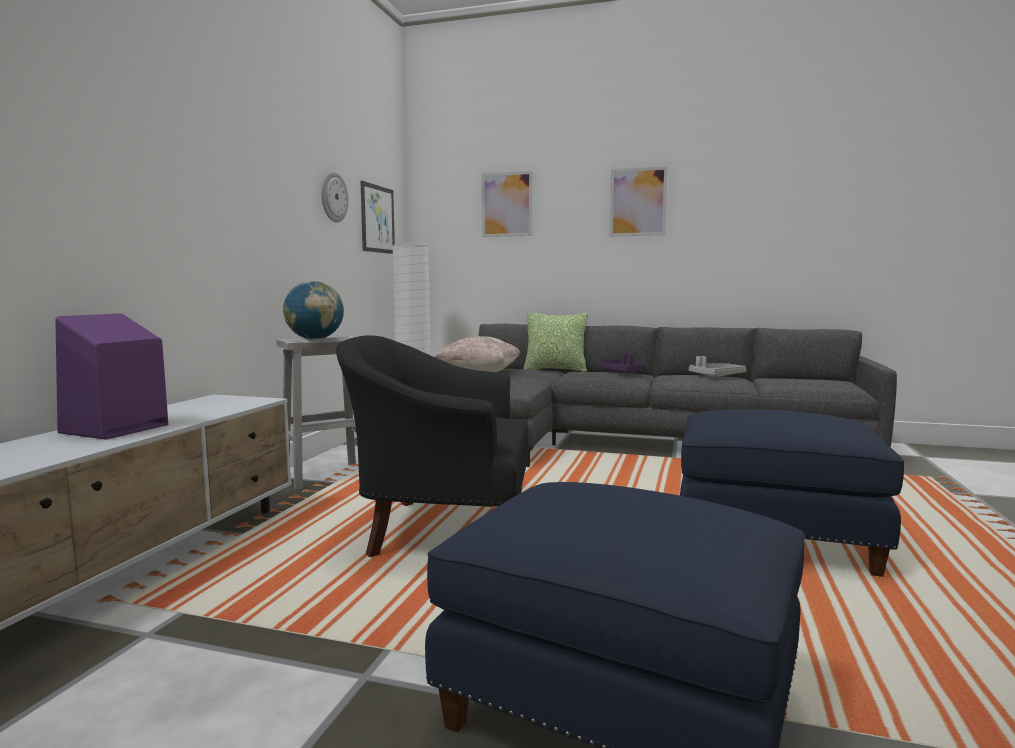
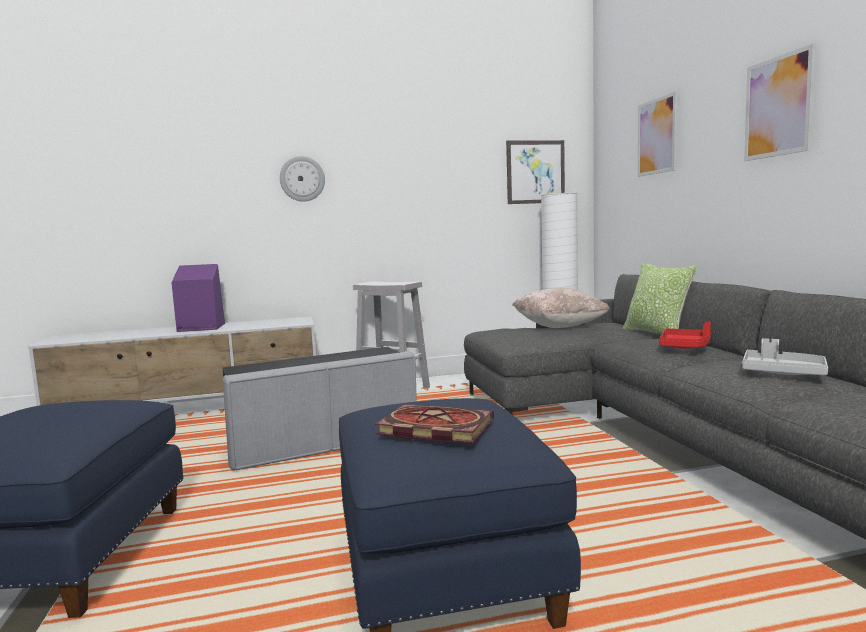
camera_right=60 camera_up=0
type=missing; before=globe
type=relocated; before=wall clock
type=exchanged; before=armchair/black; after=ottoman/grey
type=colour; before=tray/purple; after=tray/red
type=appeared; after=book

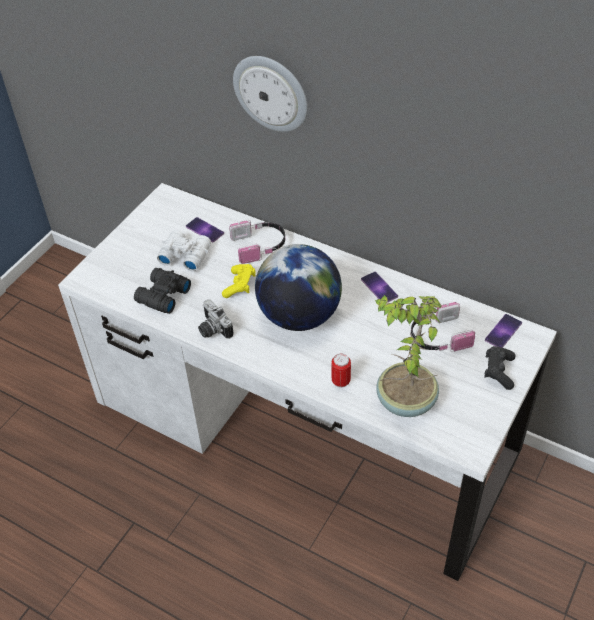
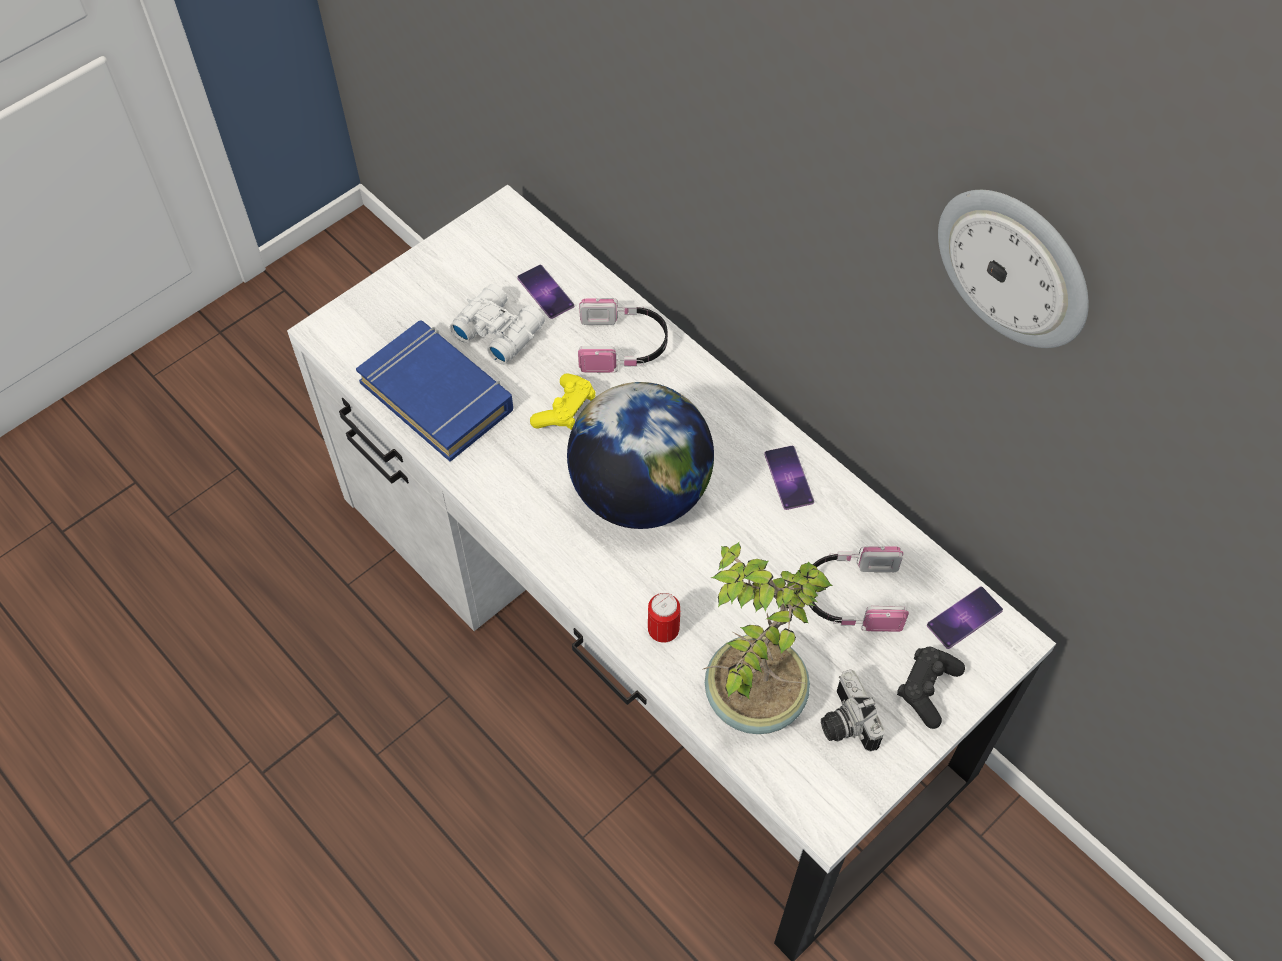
camera_right=15 camera_up=10
type=exchanged; before=binoculars/black; after=book/blue
type=relocated; before=photo camera
type=relocated; before=wall clock

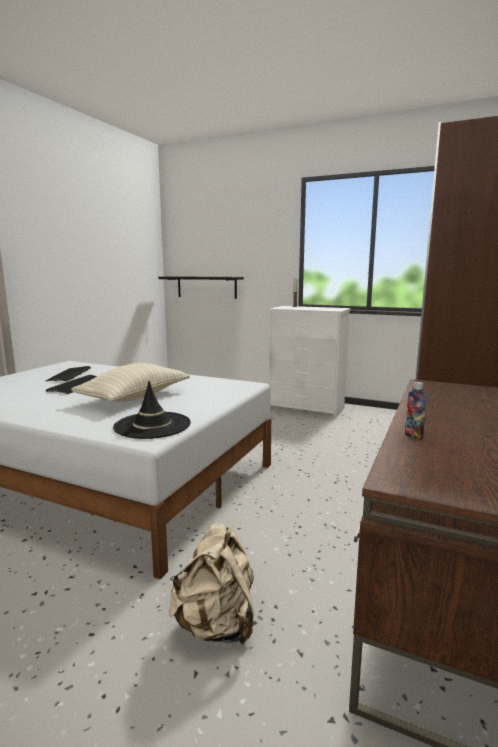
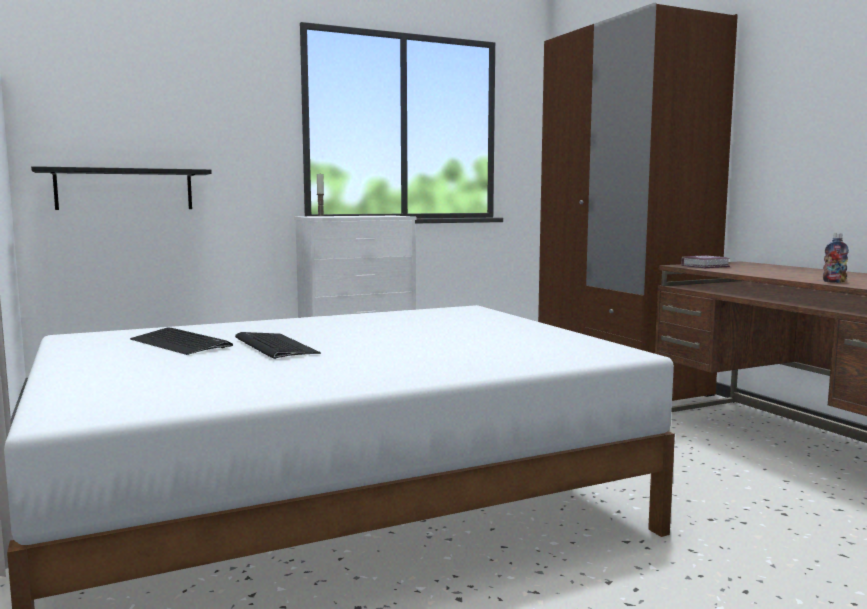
camera_right=-50 camera_up=-5
type=missing; before=pillow/beige
type=missing; before=hat/black
type=missing; before=backpack/beige
type=appeared; after=book

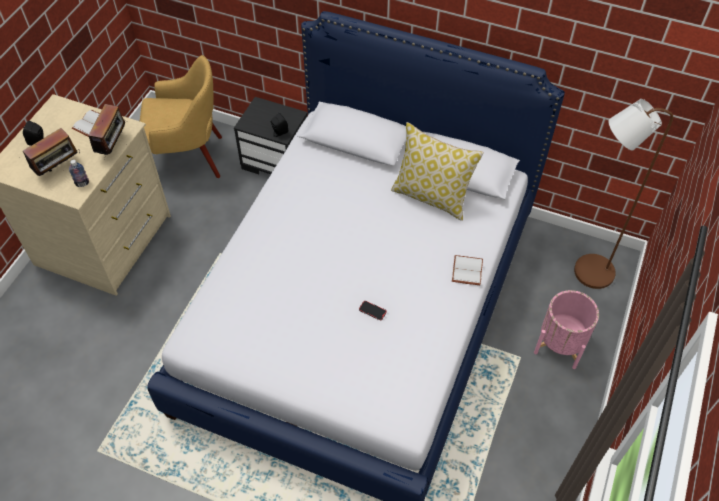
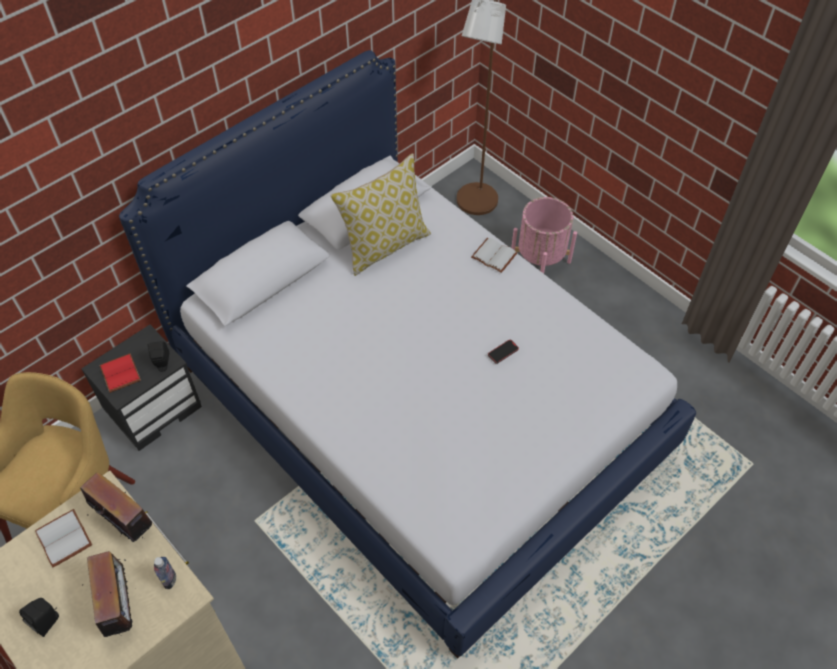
camera_right=-65 camera_up=0
type=appeared; after=book/red

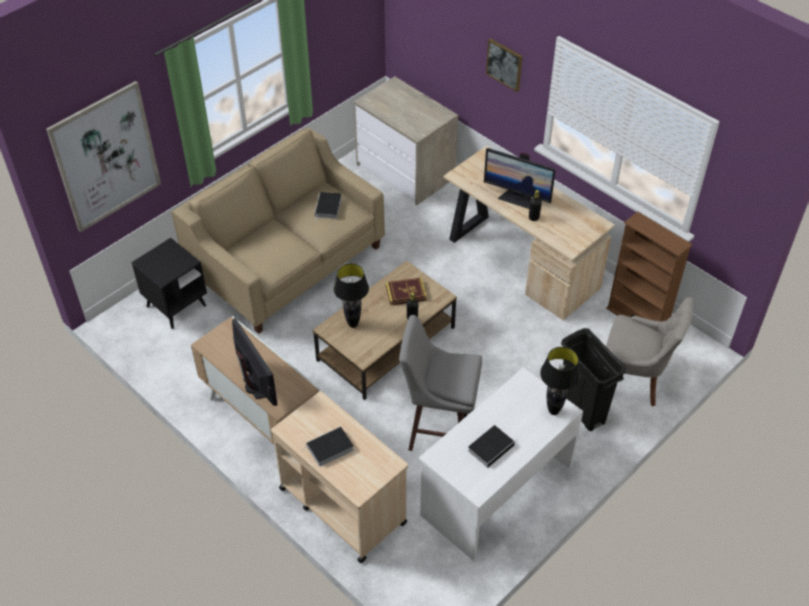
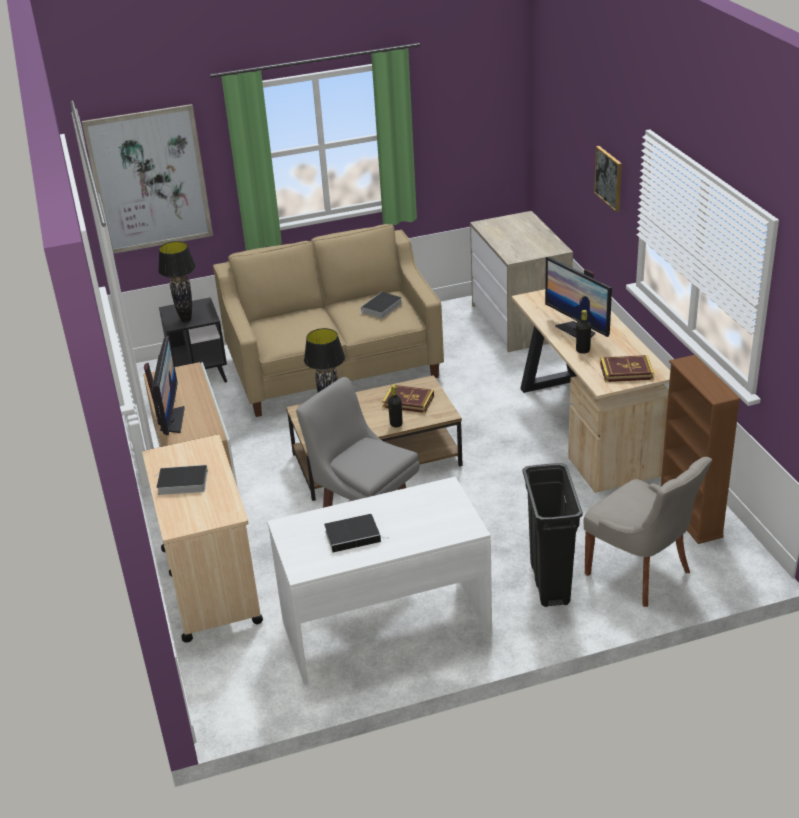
camera_right=30 camera_up=-15
type=relocated; before=table lamp/black (no. 2 from left in the first image); after=table lamp/black (no. 1 from left)
type=appeared; after=book (no. 5 from left)

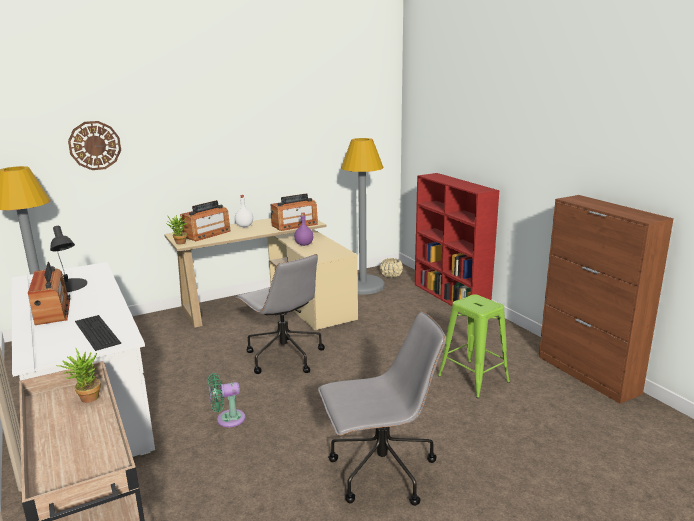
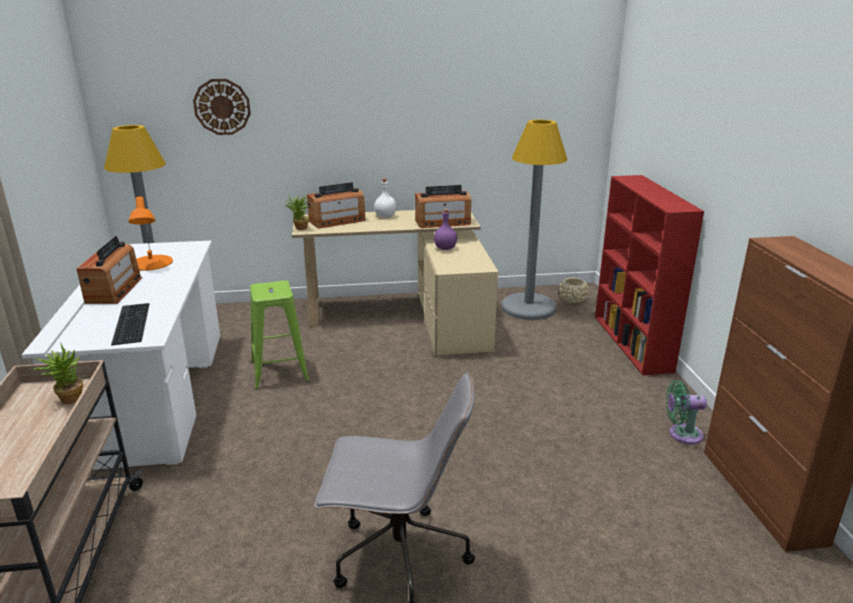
camera_right=20 camera_up=5
type=colour; before=table lamp/black; after=table lamp/orange
type=relocated; before=fan/green
type=missing; before=office chair/grey (no. 1 from left)
type=relocated; before=stool/green

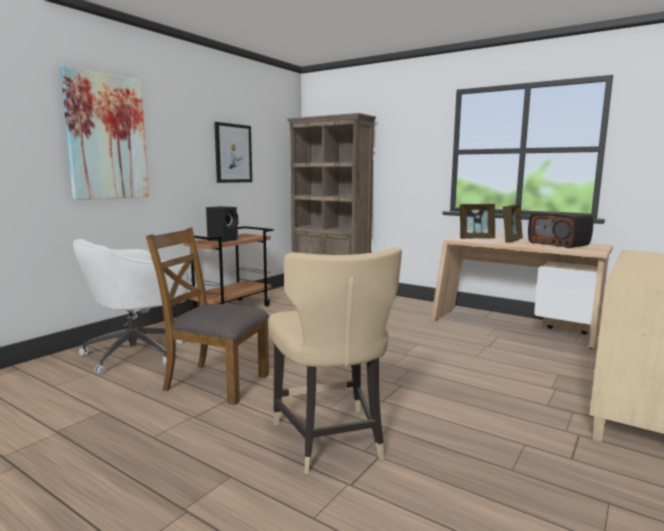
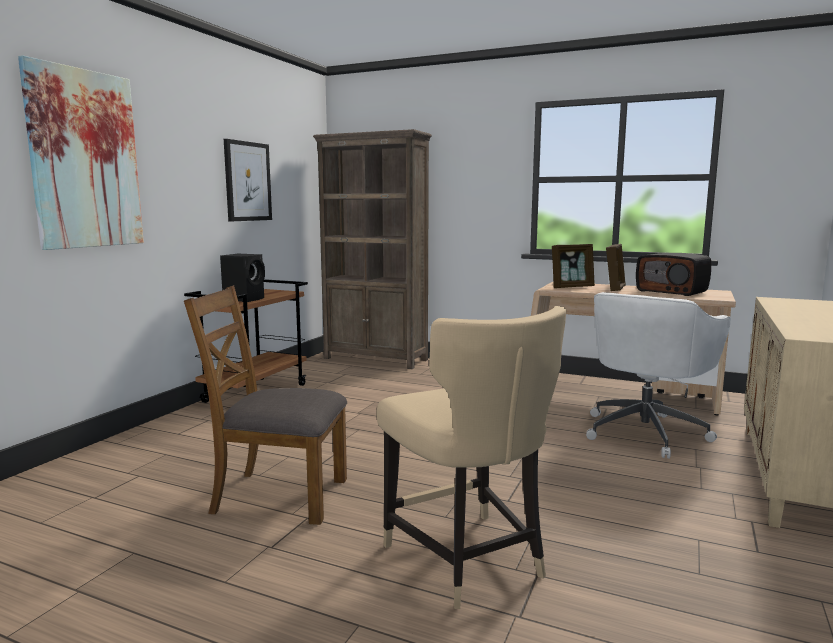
camera_right=-10 camera_up=0
type=relocated; before=office chair/white

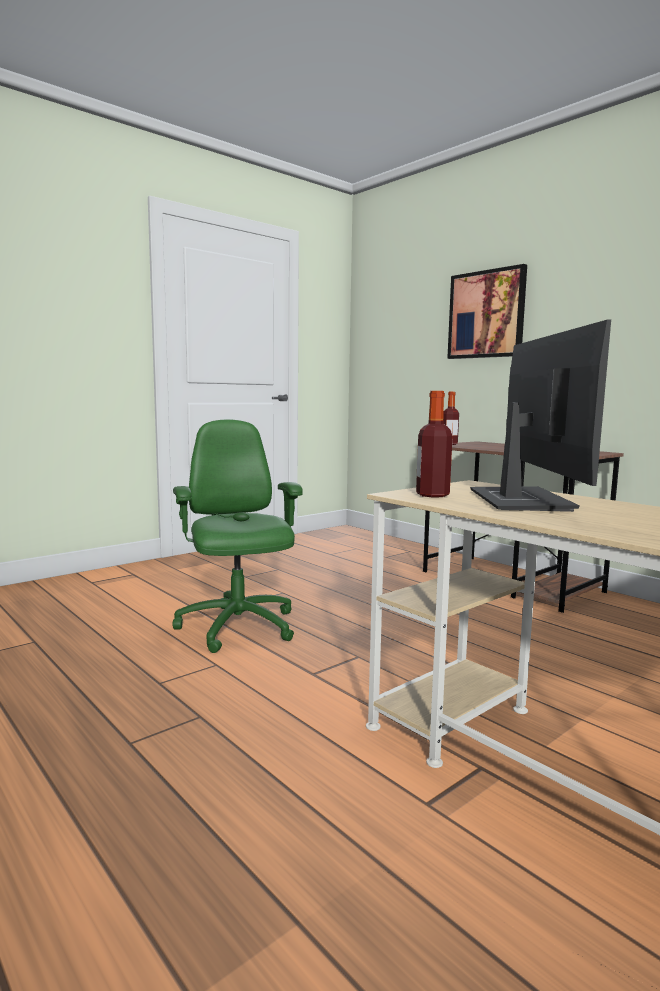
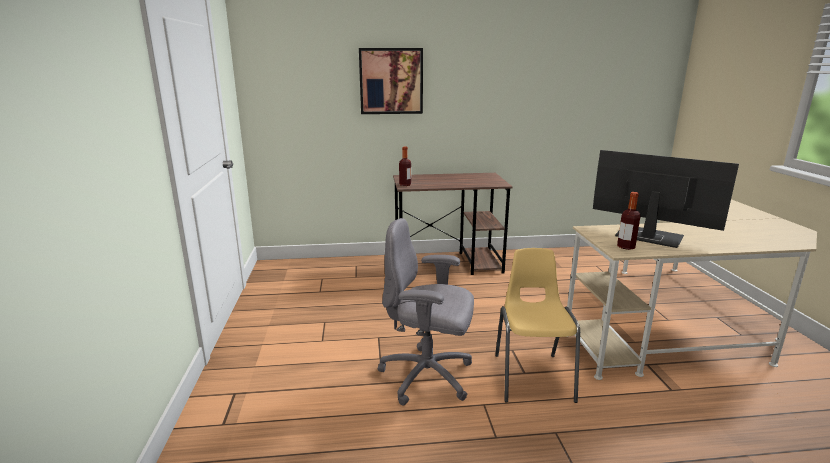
camera_right=-55 camera_up=10
type=colour; before=office chair/green; after=office chair/grey
type=appeared; after=chair/yellow

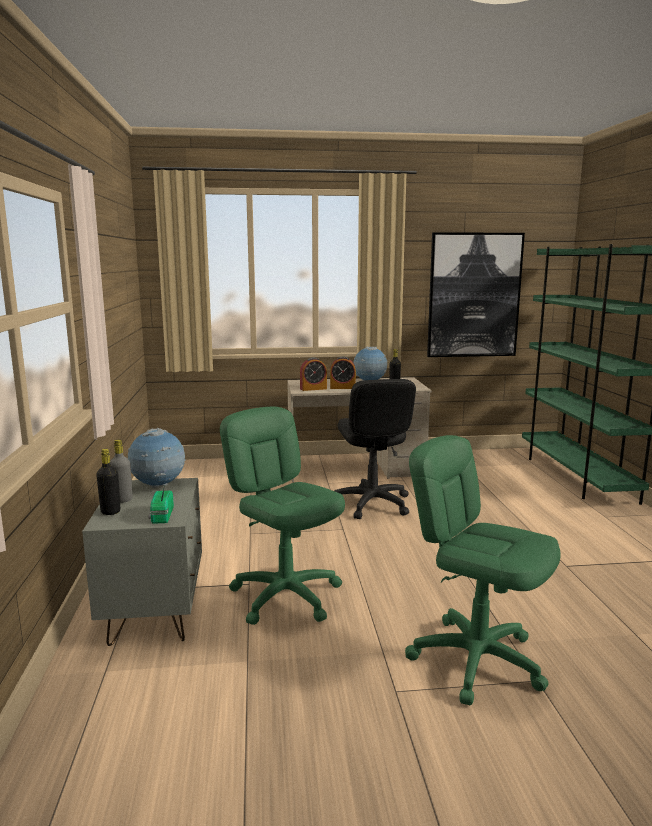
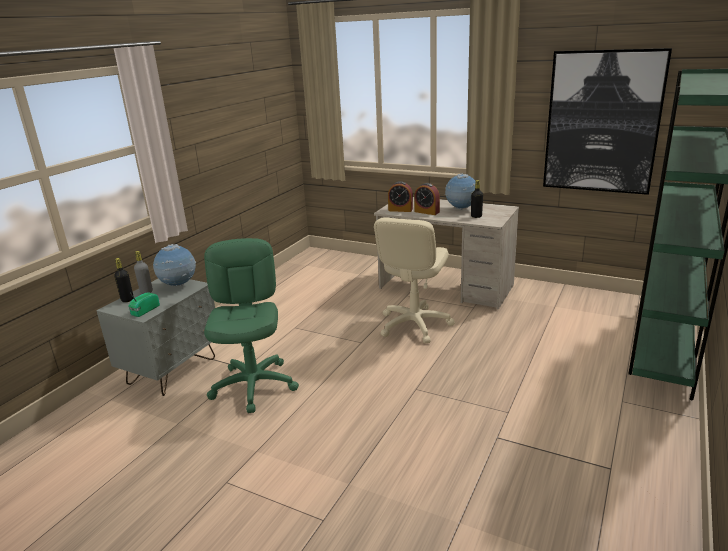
camera_right=35 camera_up=10
type=colour; before=office chair/black; after=office chair/beige
type=missing; before=office chair/green (no. 2 from left)

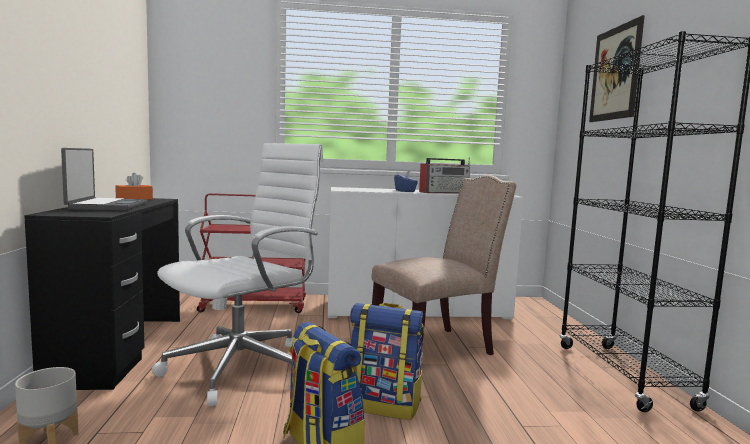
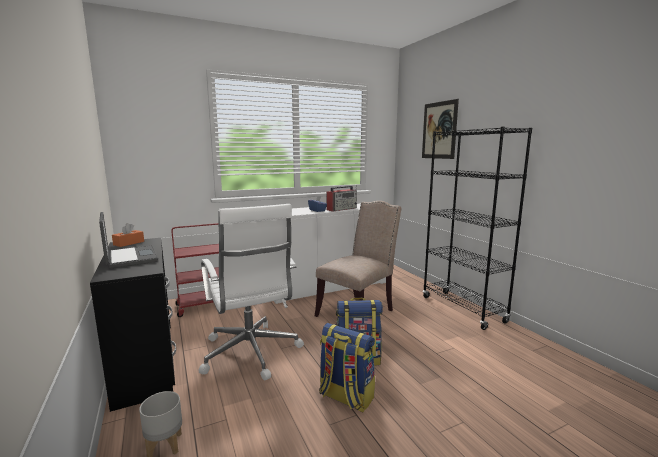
camera_right=-20 camera_up=5
type=spun; before=office chair/white; turn=135

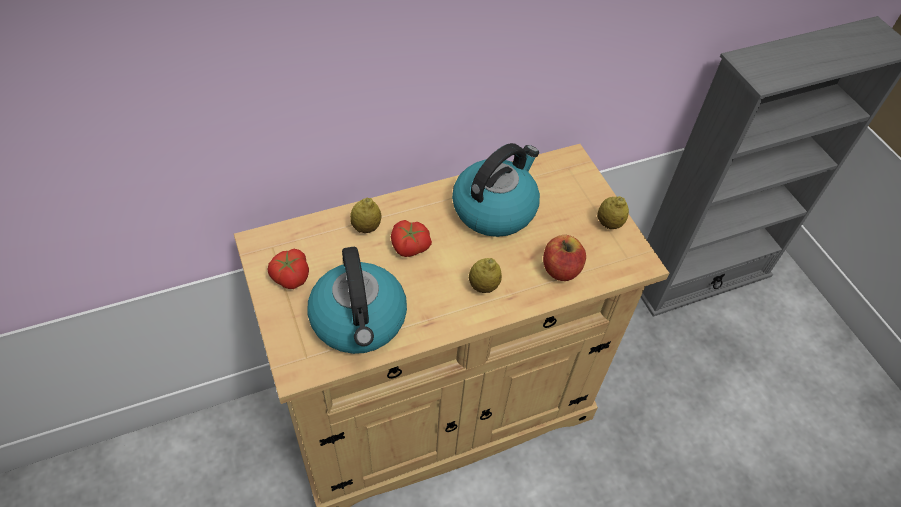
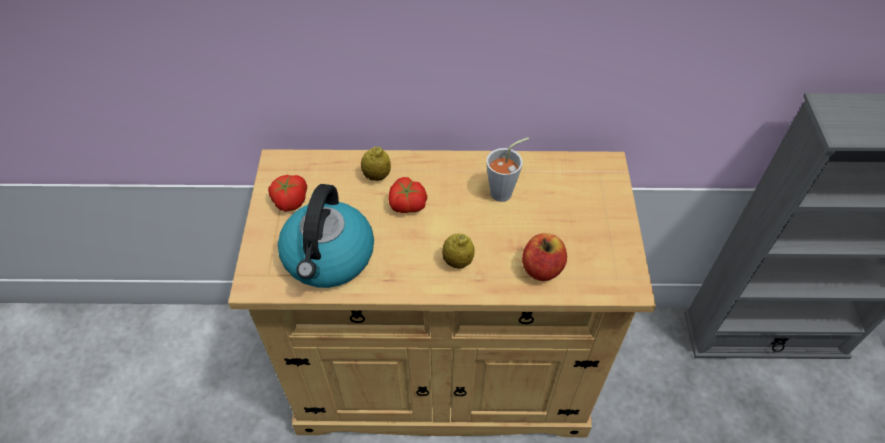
camera_right=25 camera_up=0
type=exchanged; before=kettle (no. 2 from left); after=cup/grey
type=missing; before=lemon (no. 3 from left)

